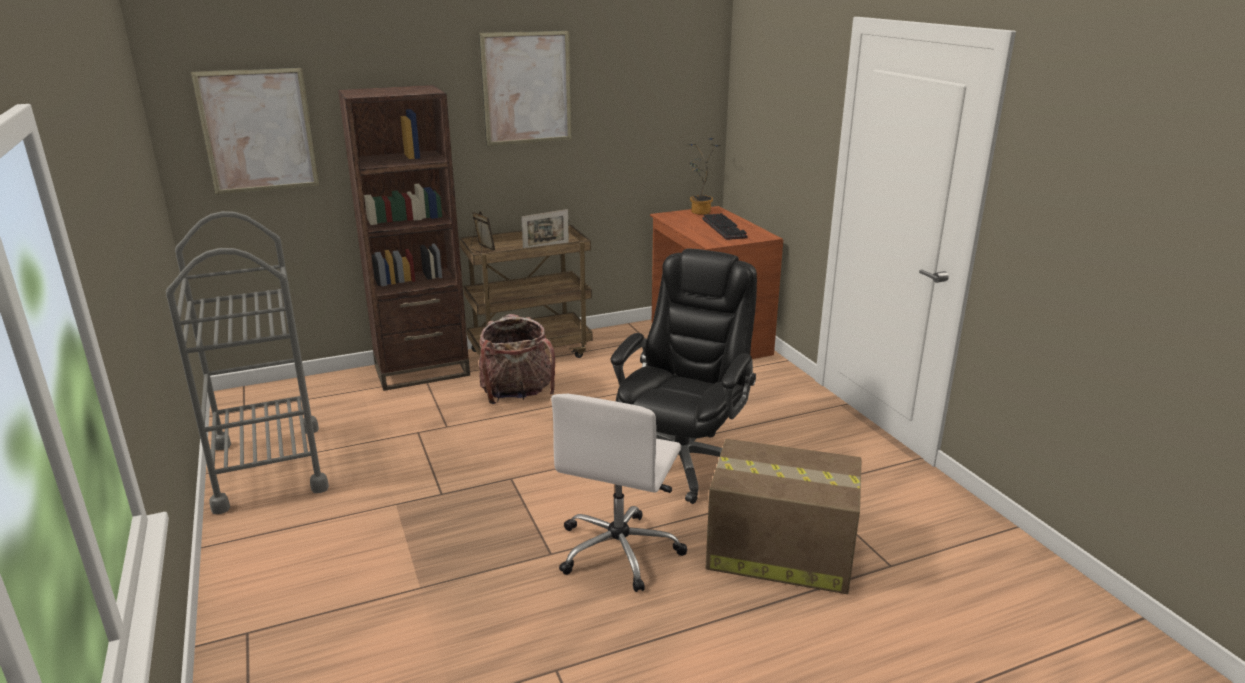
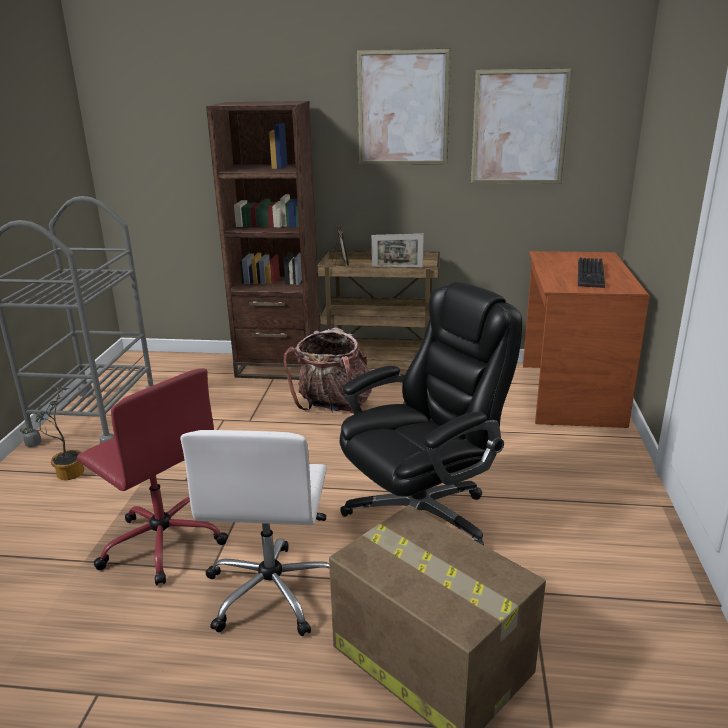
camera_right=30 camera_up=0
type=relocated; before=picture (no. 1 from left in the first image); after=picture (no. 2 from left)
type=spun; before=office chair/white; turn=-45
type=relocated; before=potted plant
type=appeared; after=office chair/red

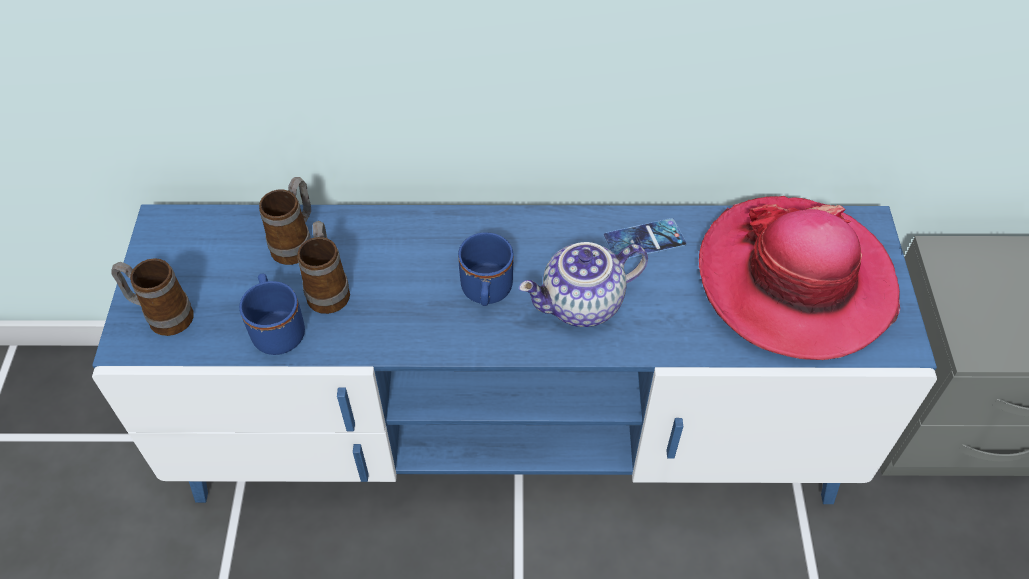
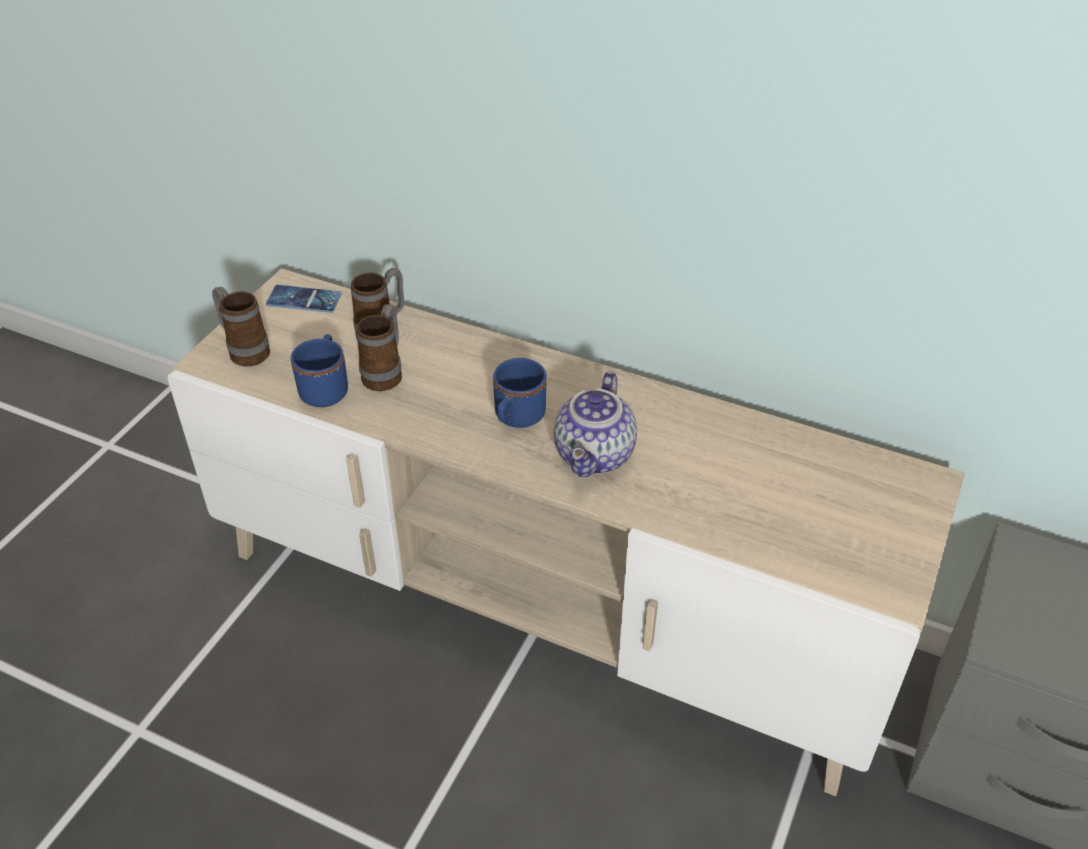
camera_right=25 camera_up=-10
type=colour; before=tv stand/blue; after=tv stand/beige
type=spun; before=teapot; turn=-75
type=relocated; before=phone
type=missing; before=hat

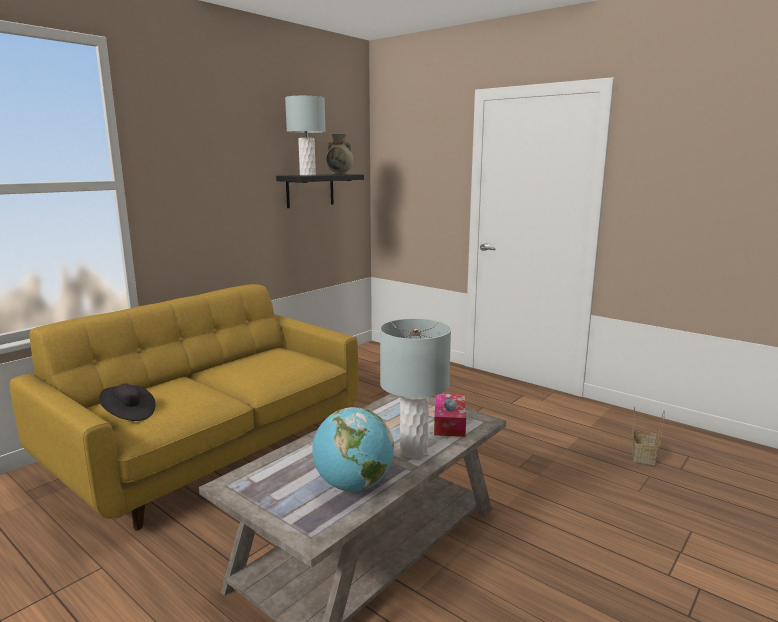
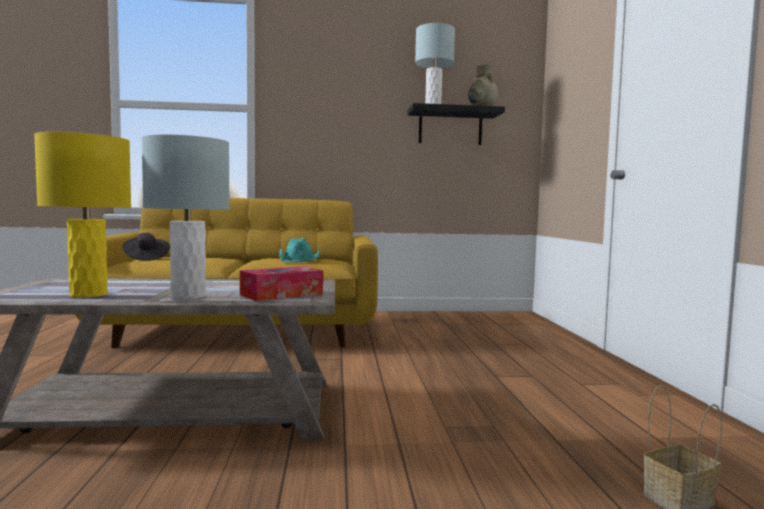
camera_right=45 camera_up=-10
type=exchanged; before=globe; after=table lamp/yellow
type=appeared; after=hat/turquoise

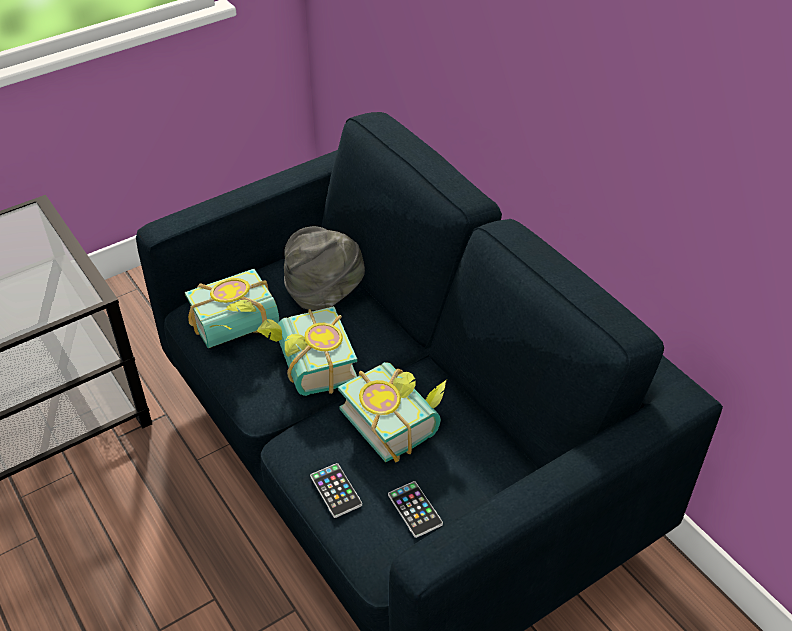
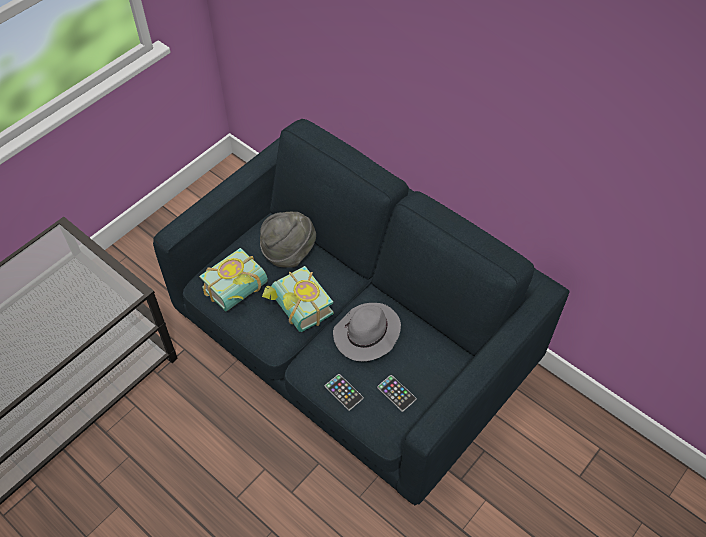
camera_right=-15 camera_up=10
type=exchanged; before=book (no. 3 from left); after=hat/grey (no. 2 from left)

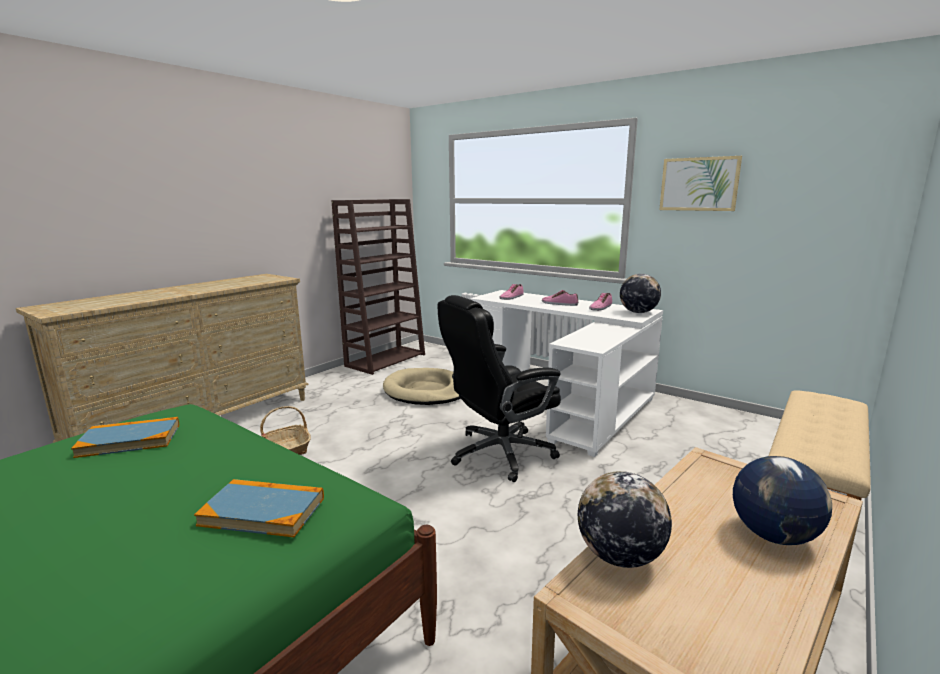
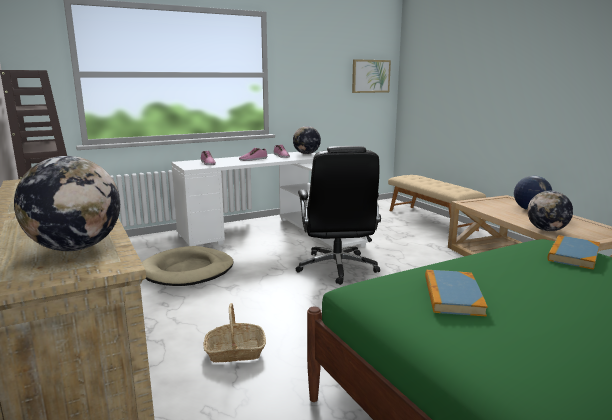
camera_right=-65 camera_up=0
type=relocated; before=picture
type=appeared; after=globe (no. 1 from left)

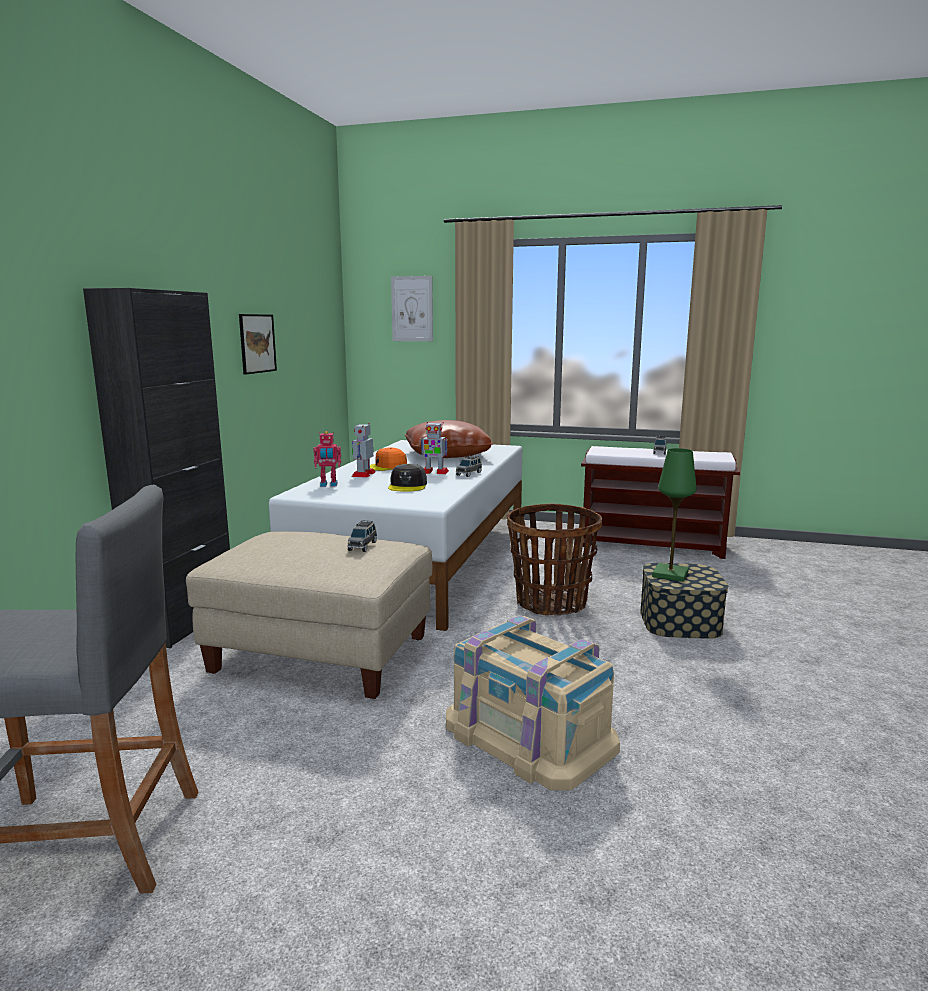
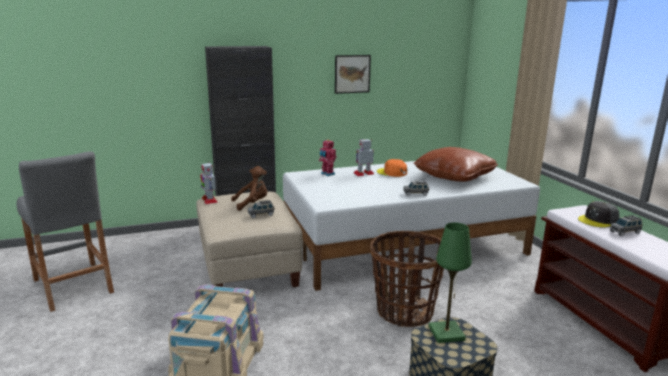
camera_right=55 camera_up=5
type=relocated; before=cap/grey
type=missing; before=picture (no. 2 from left)
type=relocated; before=toy robot (no. 3 from left in the first image); after=toy robot (no. 1 from left)
type=appeared; after=plush toy/brown

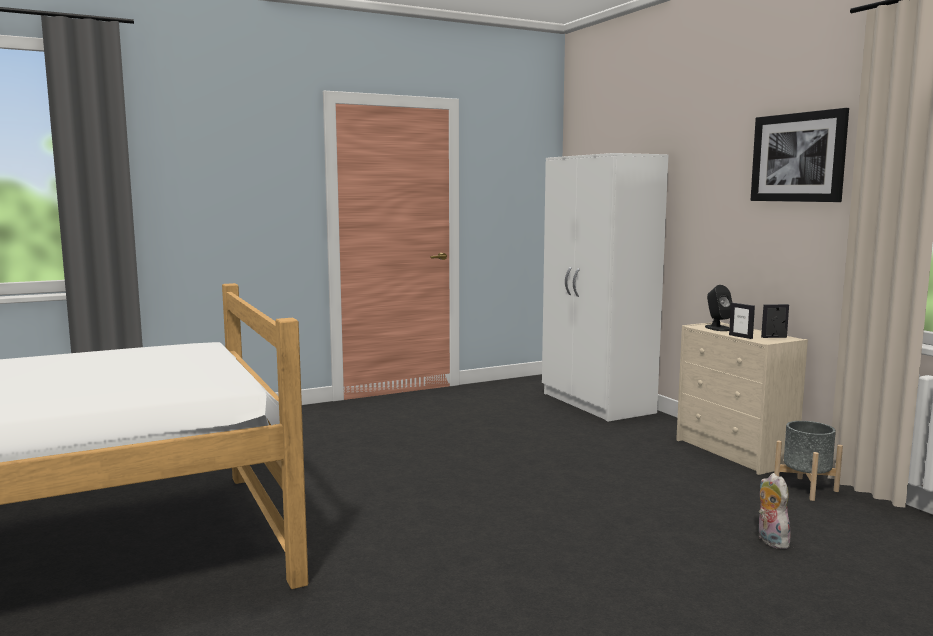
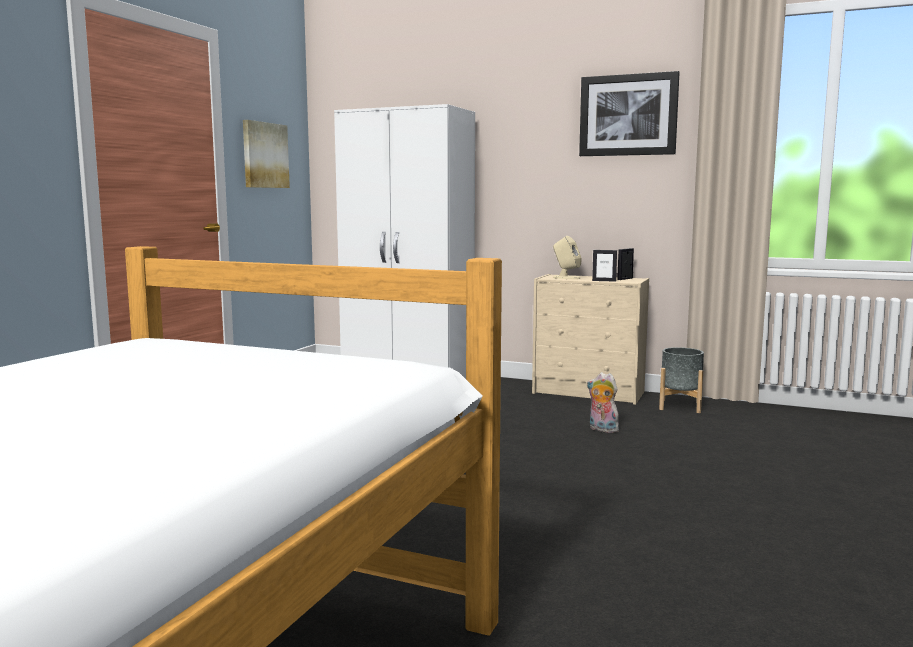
camera_right=-40 camera_up=0
type=colour; before=speaker/black; after=speaker/beige
type=relocated; before=plush toy
type=appeared; after=picture (no. 1 from left)

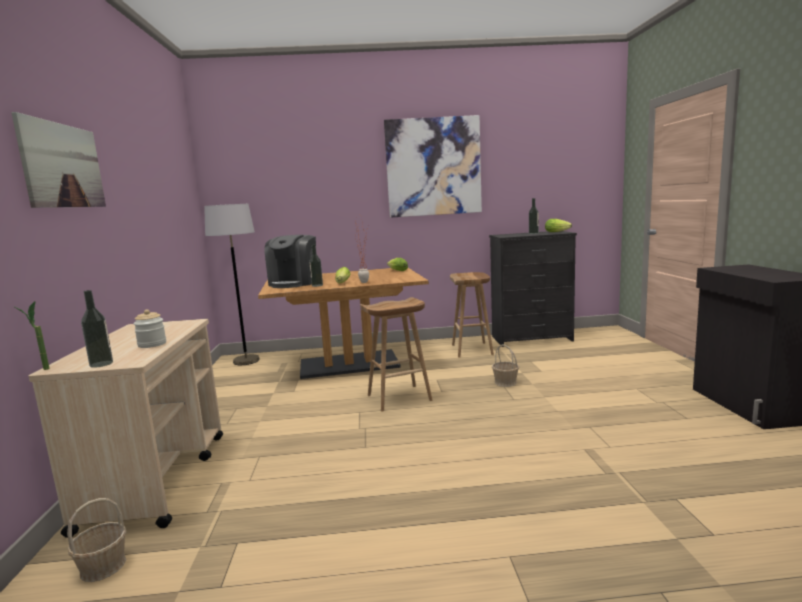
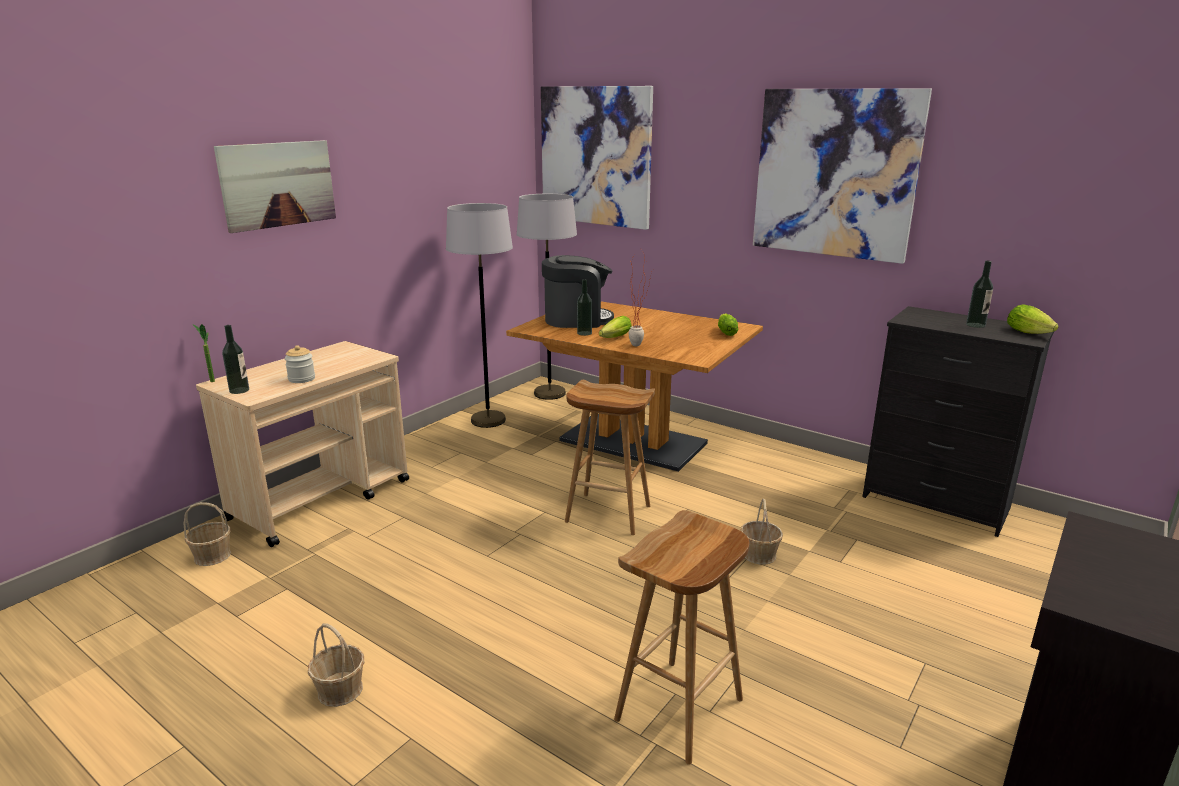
camera_right=40 camera_up=10
type=spun; before=coffee machine; turn=-150
type=relocated; before=stool/brown (no. 2 from left)
type=appeared; after=basket (no. 2 from left)
type=appeared; after=floor lamp/grey (no. 1 from left)
type=appeared; after=picture (no. 2 from left)

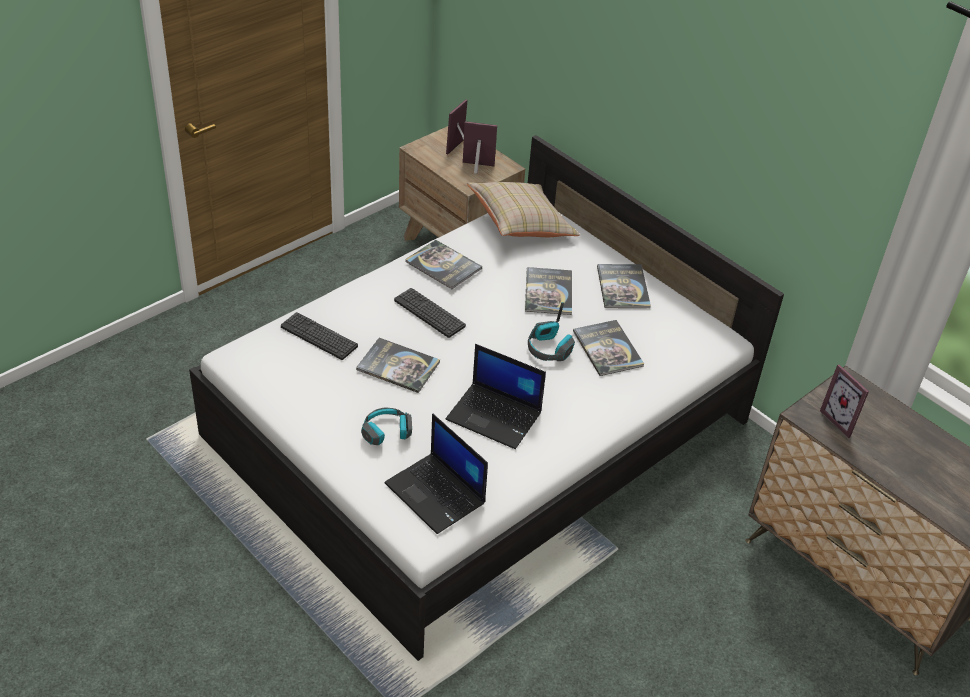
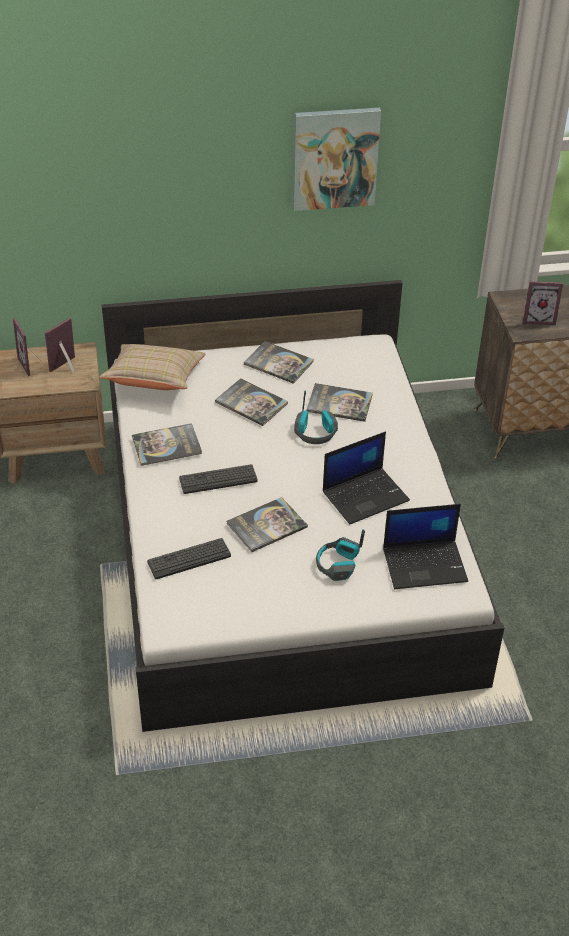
camera_right=-55 camera_up=0
type=appeared; after=picture

